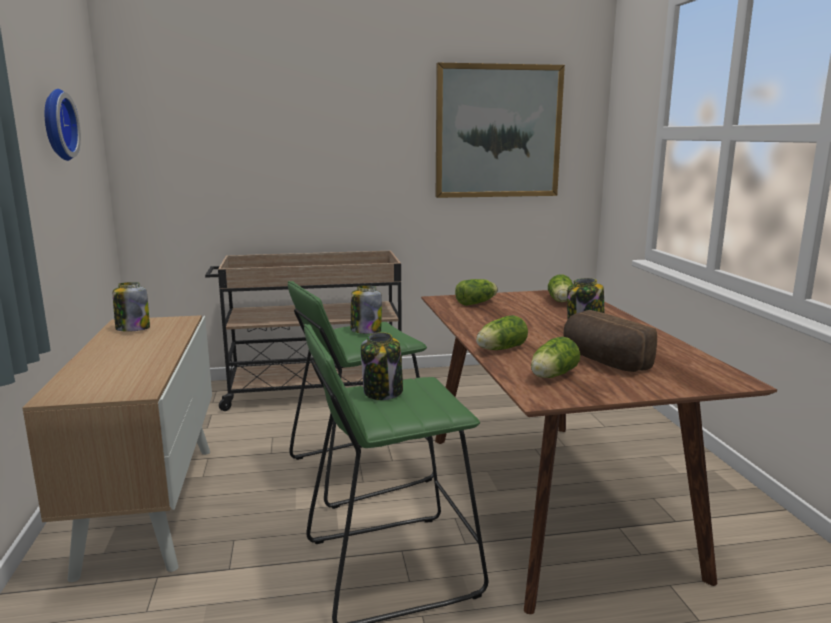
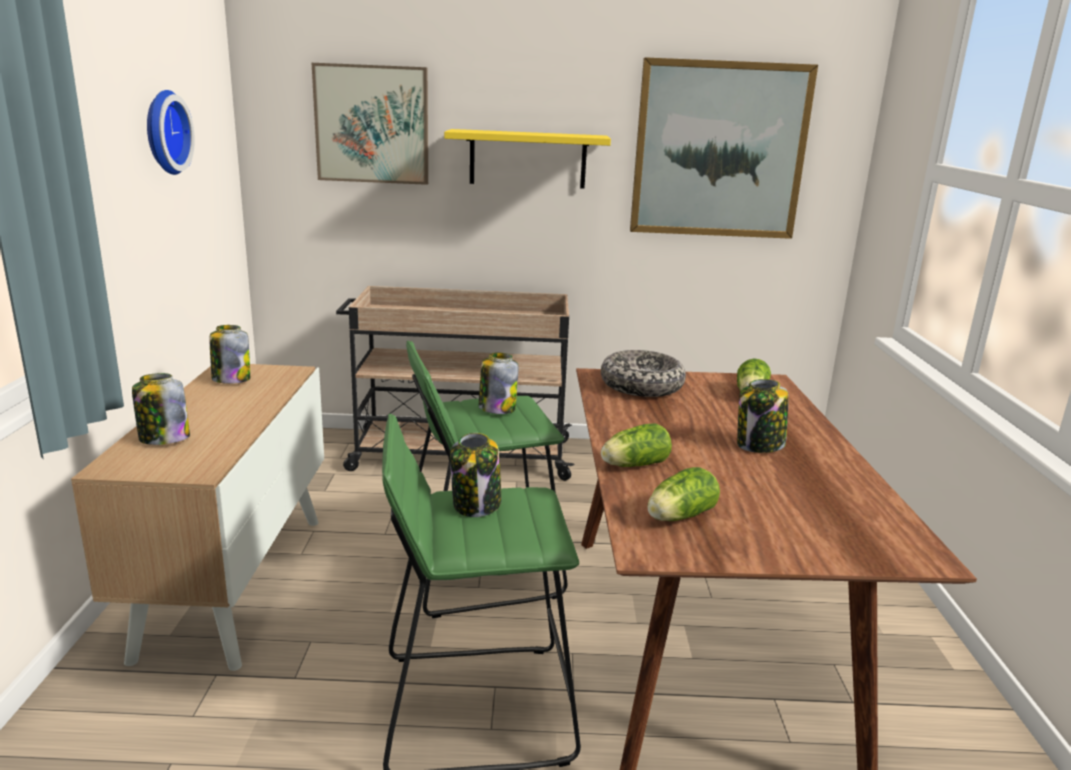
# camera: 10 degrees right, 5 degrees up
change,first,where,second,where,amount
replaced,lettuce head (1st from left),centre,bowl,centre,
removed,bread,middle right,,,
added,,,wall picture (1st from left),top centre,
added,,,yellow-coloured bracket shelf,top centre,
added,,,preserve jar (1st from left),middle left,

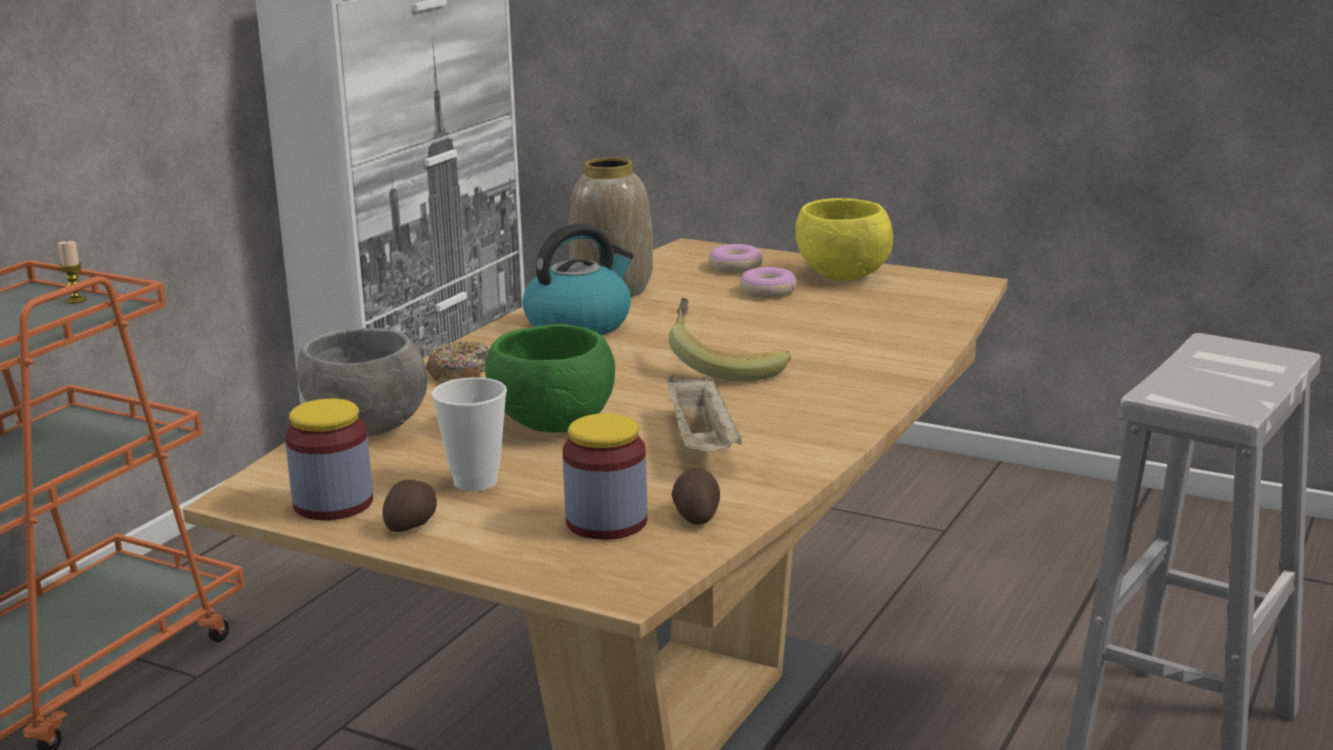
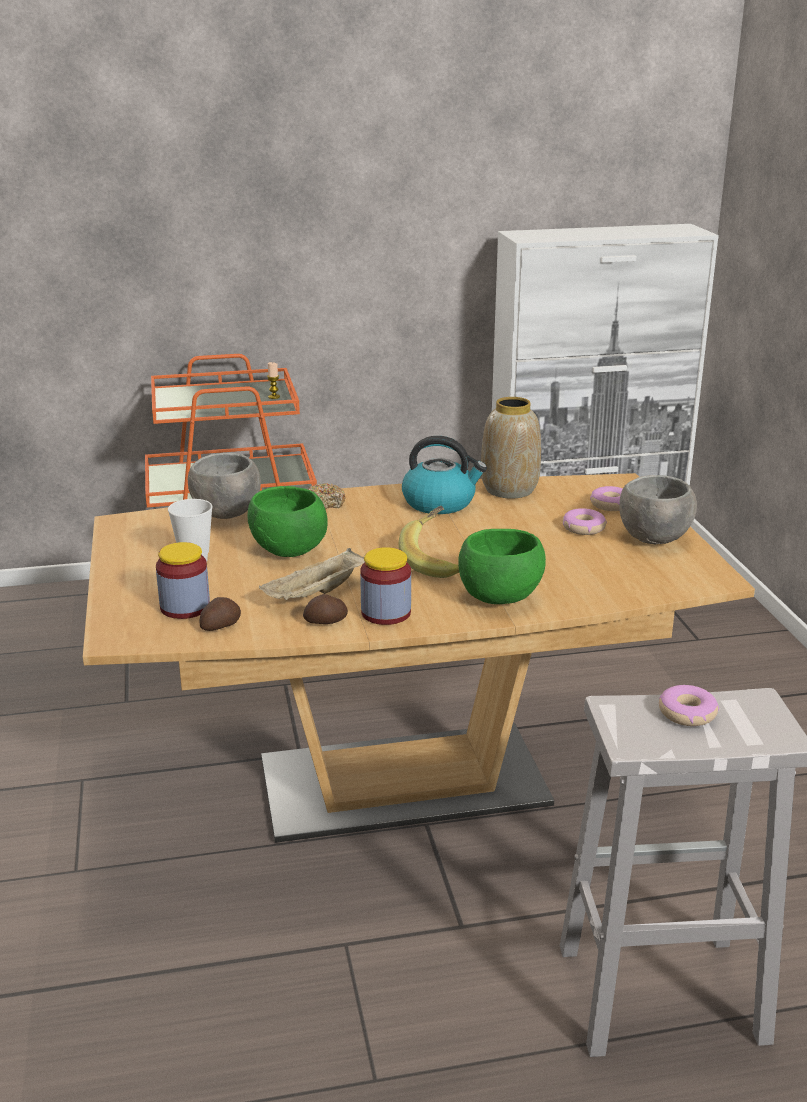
# camera: 50 degrees right, 5 degrees up
change,first,where,second,where,amount
recoloured,yellow-coloured bowl,top centre,greyish bowl (2nd from left),middle right,
moved,preserve jar (1st from left in the first image),middle left,preserve jar (2nd from left),centre,
moved,spud (1st from left in the first image),bottom left,spud (2nd from left),centre,
added,,,green bowl (2nd from left),centre,
added,,,donut (4th from left),middle right,

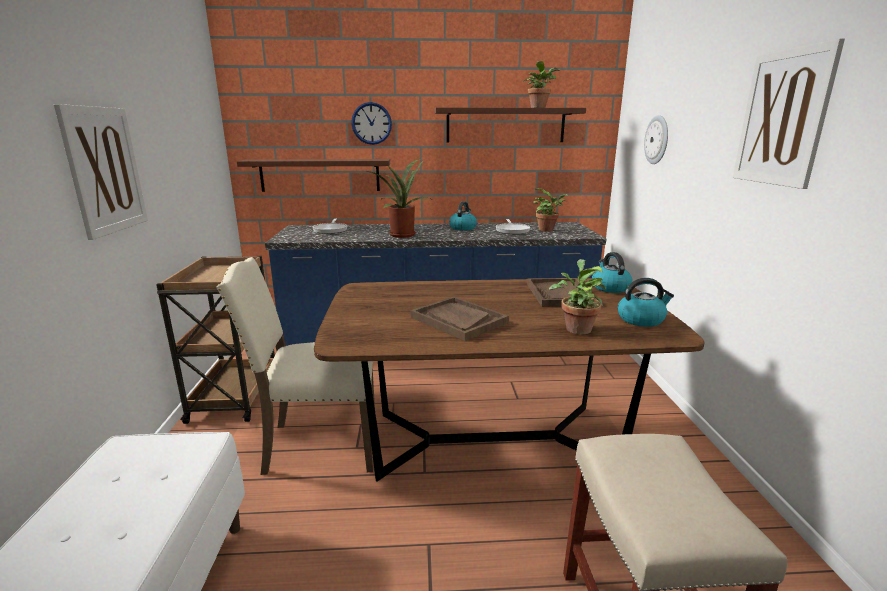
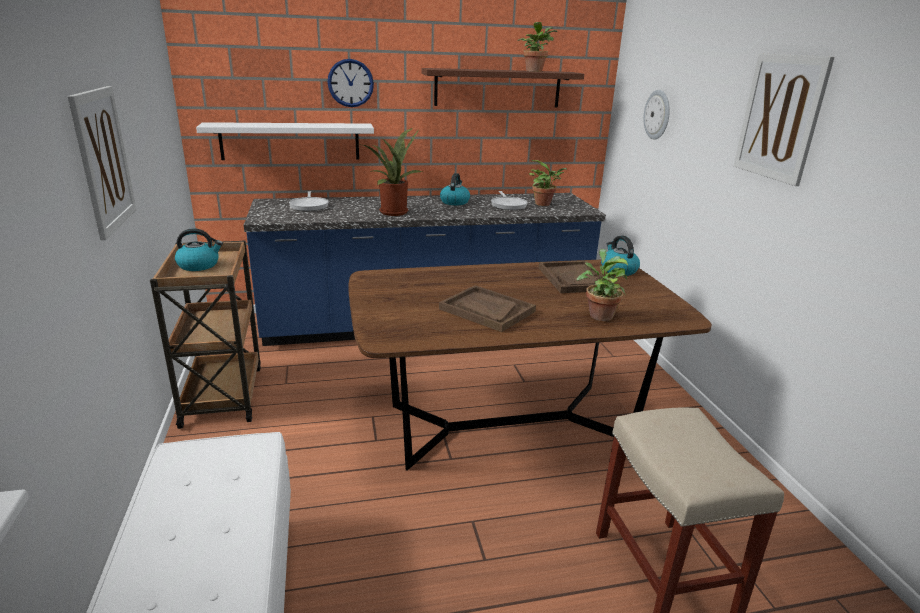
# camera: 10 degrees left, 5 degrees up
change,first,where,second,where,amount
recoloured,brown bracket shelf (1st from left),top centre,white-coloured bracket shelf,top left,
removed,beige-coloured upright chair,middle left,,,
moved,water kettle (3rd from left in the first image),middle right,water kettle (1st from left),middle left,

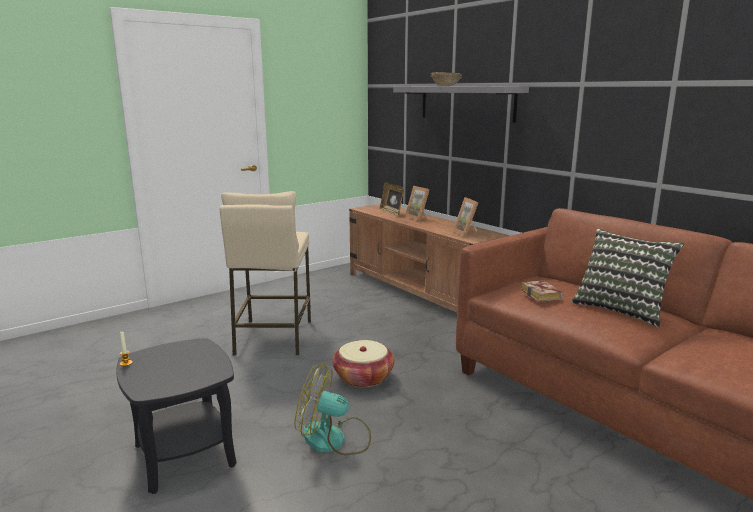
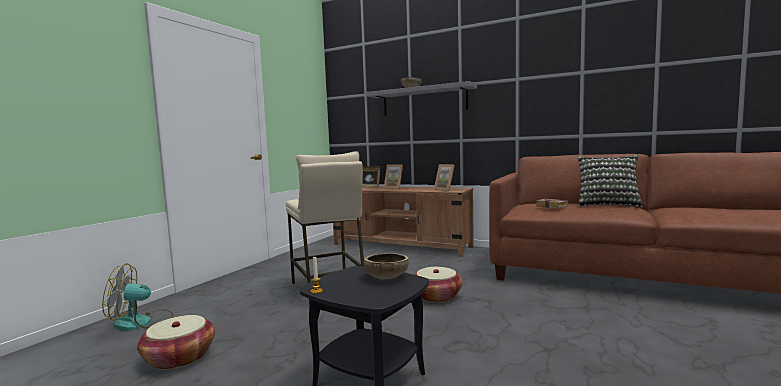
# camera: 25 degrees left, 10 degrees down
change,first,where,second,where,amount
moved,electric fan,bottom centre,,bottom left,
added,,,brown bowl (1st from left),bottom centre,
added,,,basket (1st from left),bottom left,

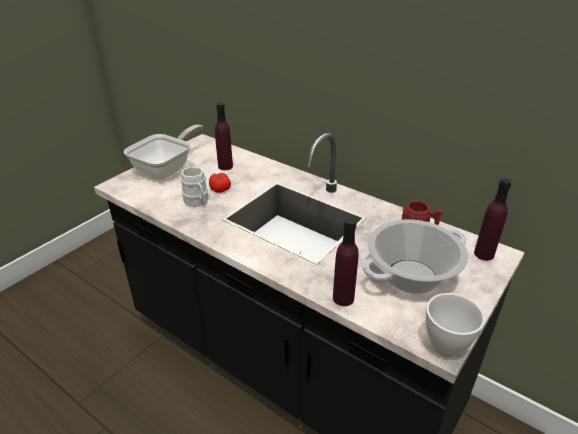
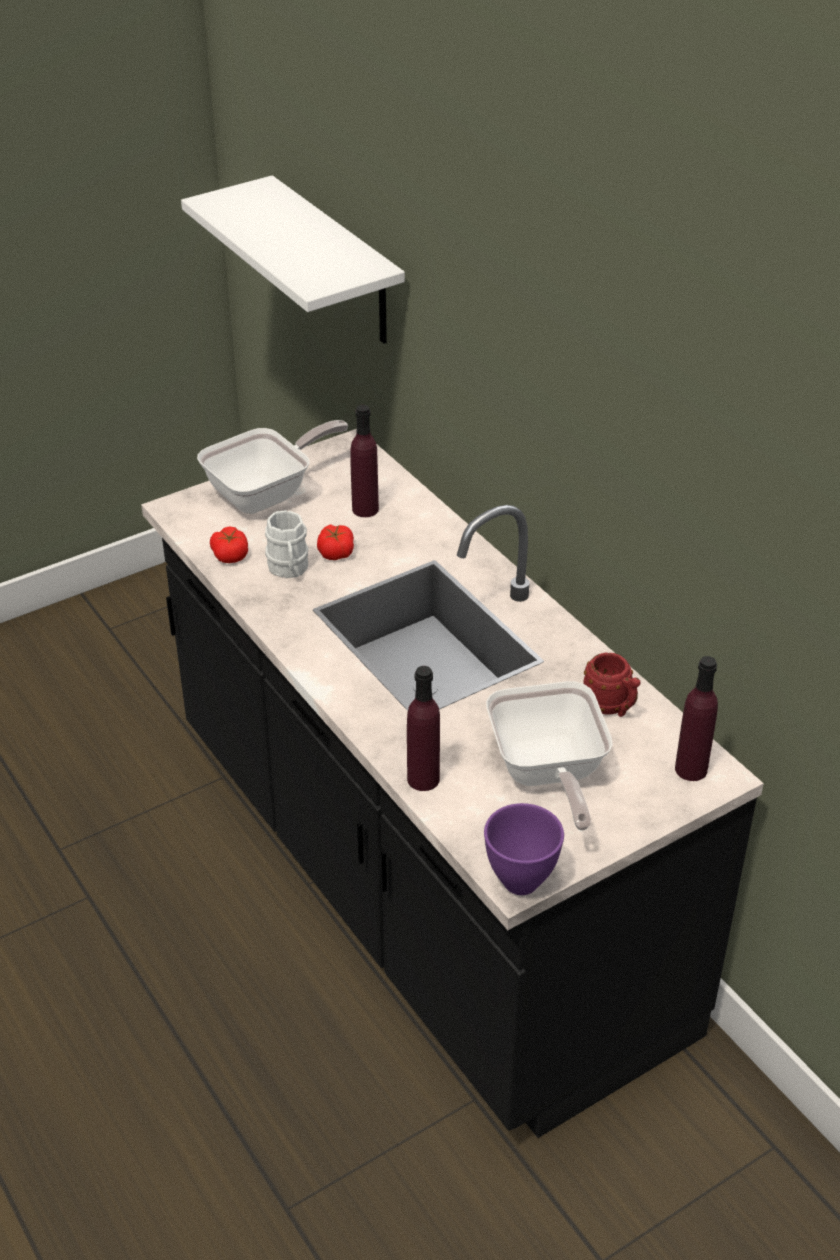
# camera: 20 degrees right, 5 degrees up
change,first,where,second,where,amount
replaced,cooking pot,middle right,skillet (2nd from left),centre,
recoloured,white-coloured bowl,bottom right,purplish bowl,bottom centre,
added,,,white-coloured bracket shelf,top centre,
added,,,tomato (1st from left),middle left,

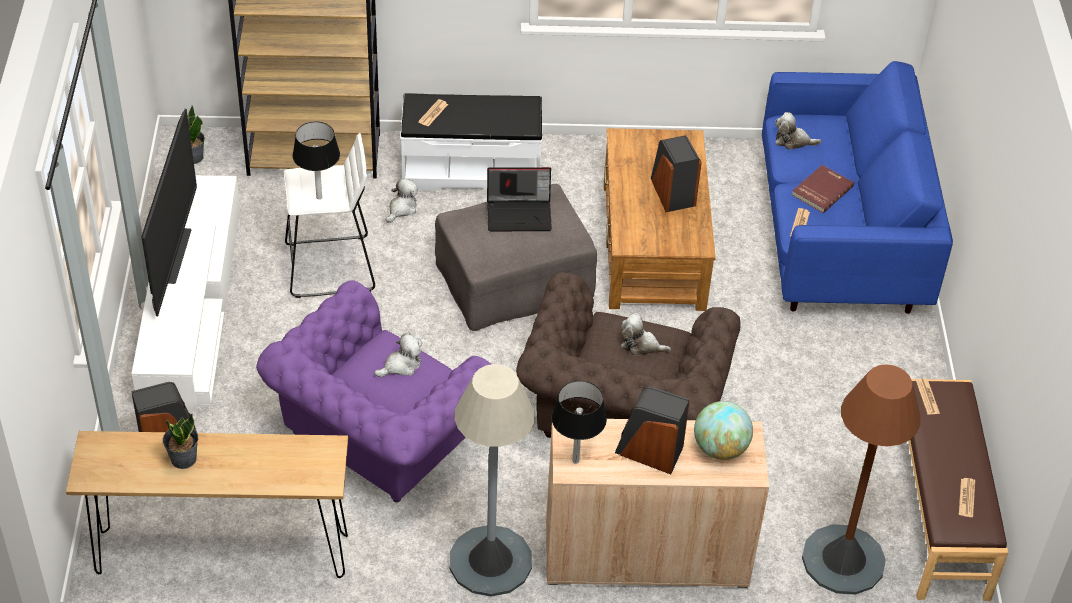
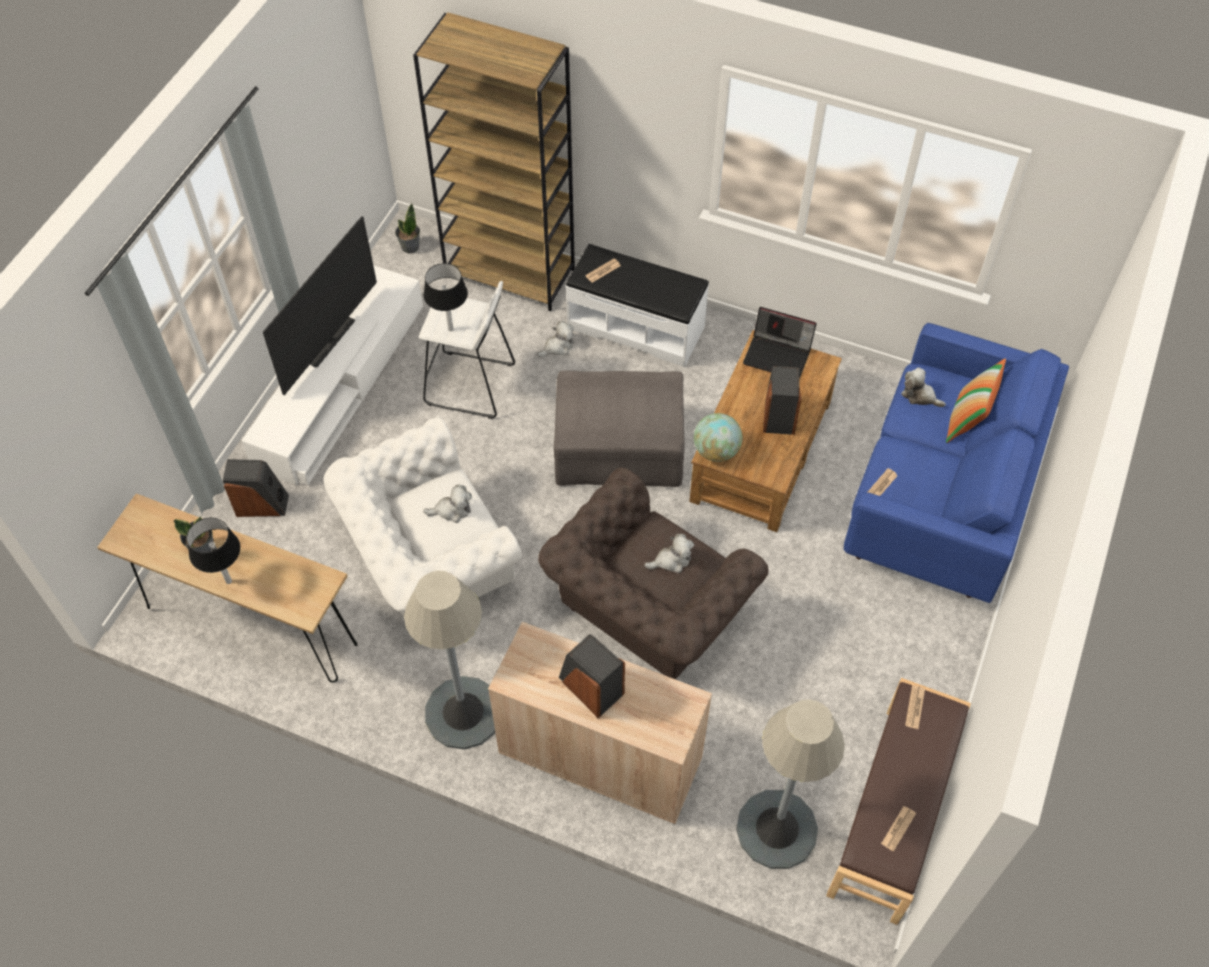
# camera: 25 degrees right, 10 degrees up
change,first,where,second,where,amount
removed,red-coloured bound book,top right,,,
moved,portable computer,top centre,,centre,
recoloured,purplish lounge chair,centre,white-coloured lounge chair,centre,
turned,soft toy (3rd from left),centre,,centre,120 degrees clockwise
recoloured,brown standard lamp,bottom right,greyish standard lamp (2nd from left),bottom centre,
moved,black lamp for a table (2nd from left in the first image),bottom centre,black lamp for a table (1st from left),middle left,
moved,desk globe,bottom right,,centre,
added,,,throw pillow,middle right,

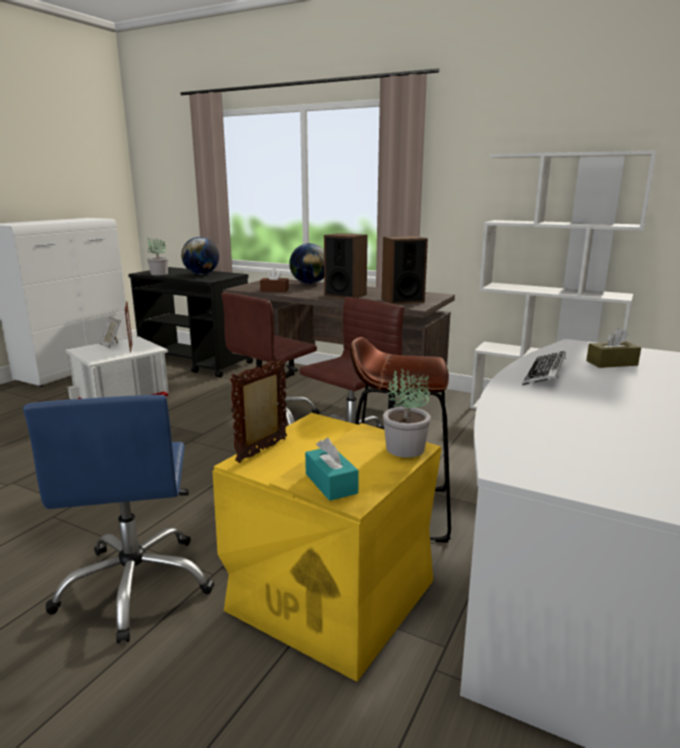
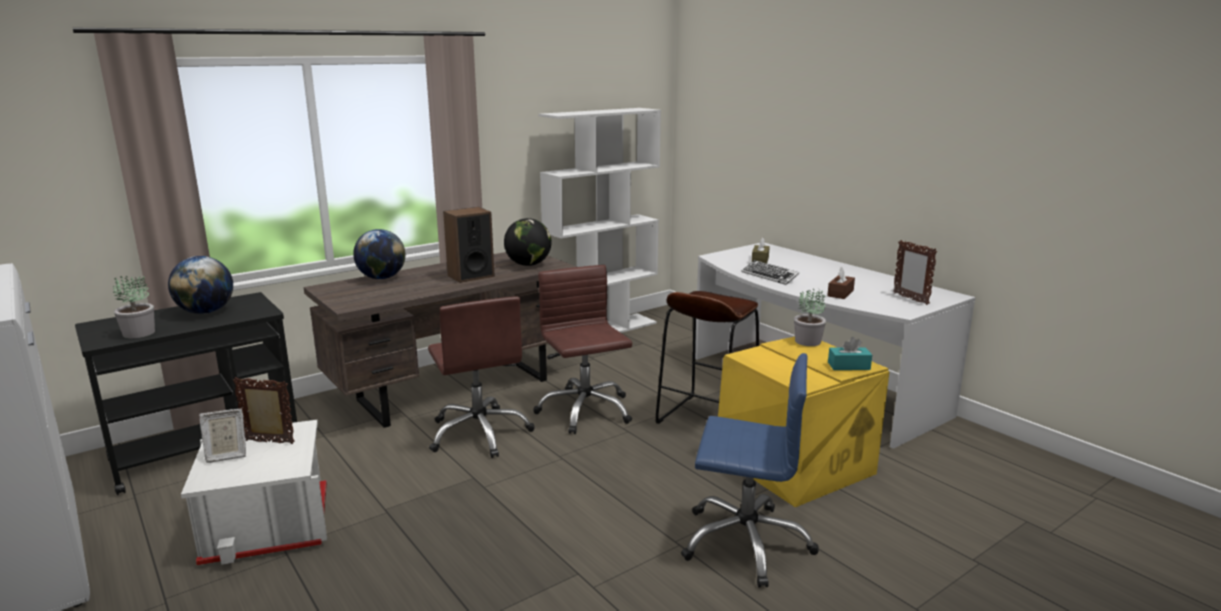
# camera: 65 degrees left, 0 degrees up
change,first,where,second,where,amount
replaced,loudspeaker (2nd from left),centre,desk globe (3rd from left),centre,
moved,brown tissue holder (1st from left in the first image),centre,brown tissue holder (2nd from left),middle right,
moved,standing frame (3rd from left),centre,,middle right,

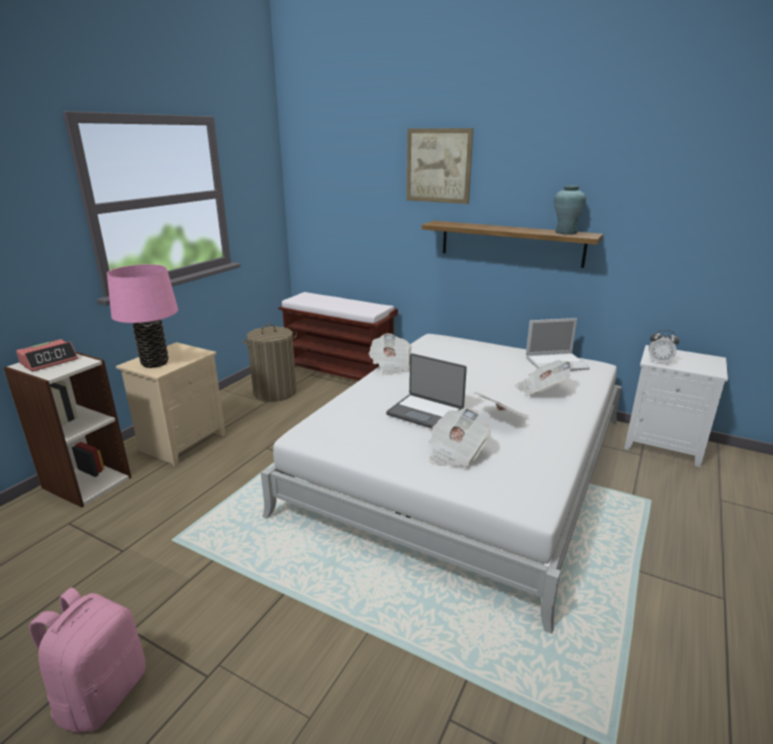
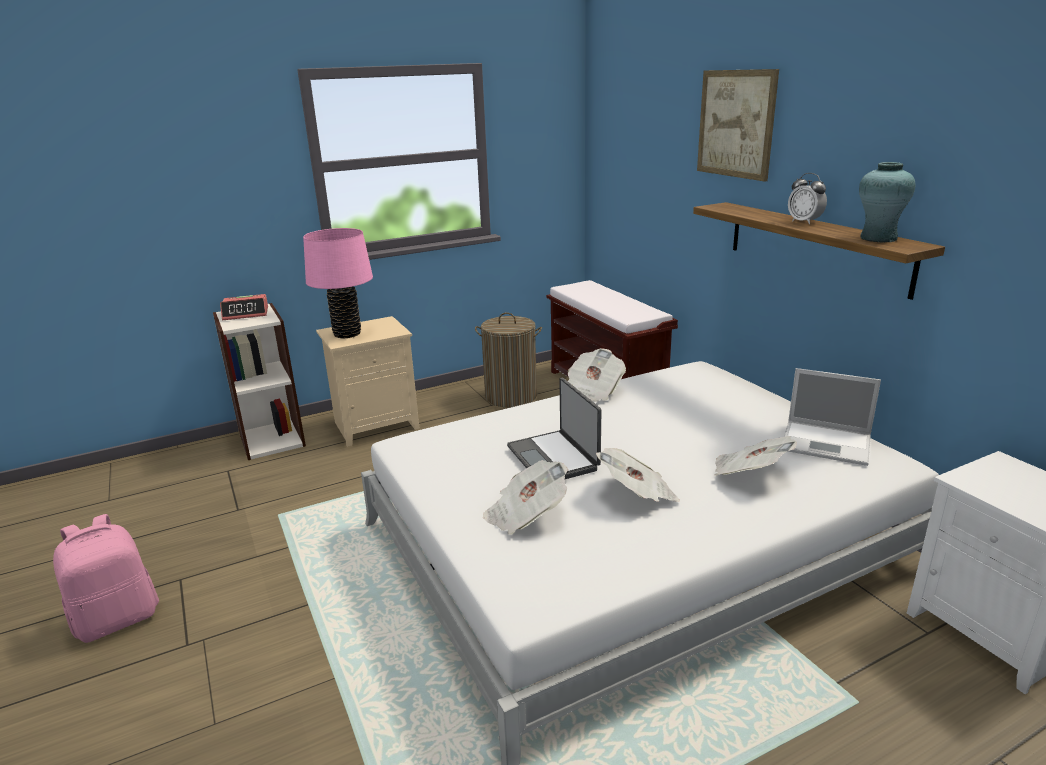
# camera: 35 degrees right, 0 degrees up
change,first,where,second,where,amount
moved,alarm clock (2nd from left),middle right,,top right,

